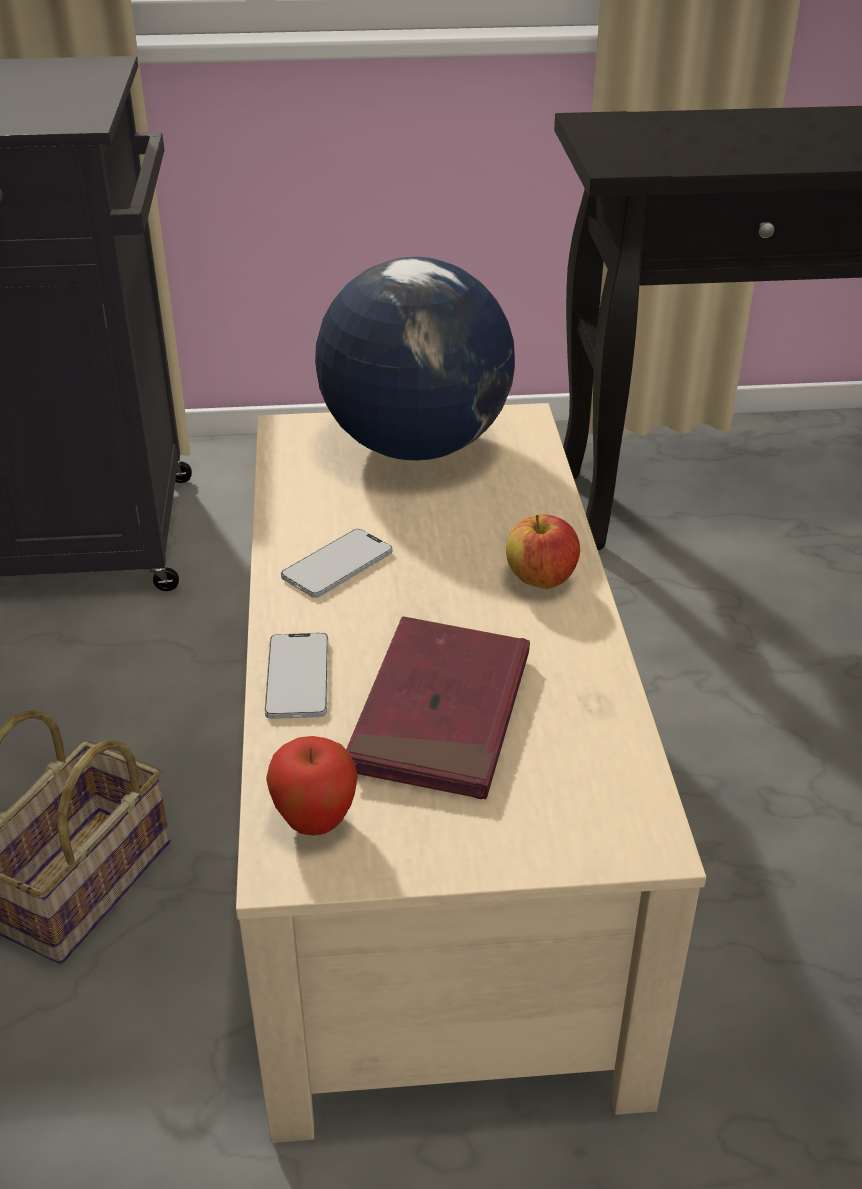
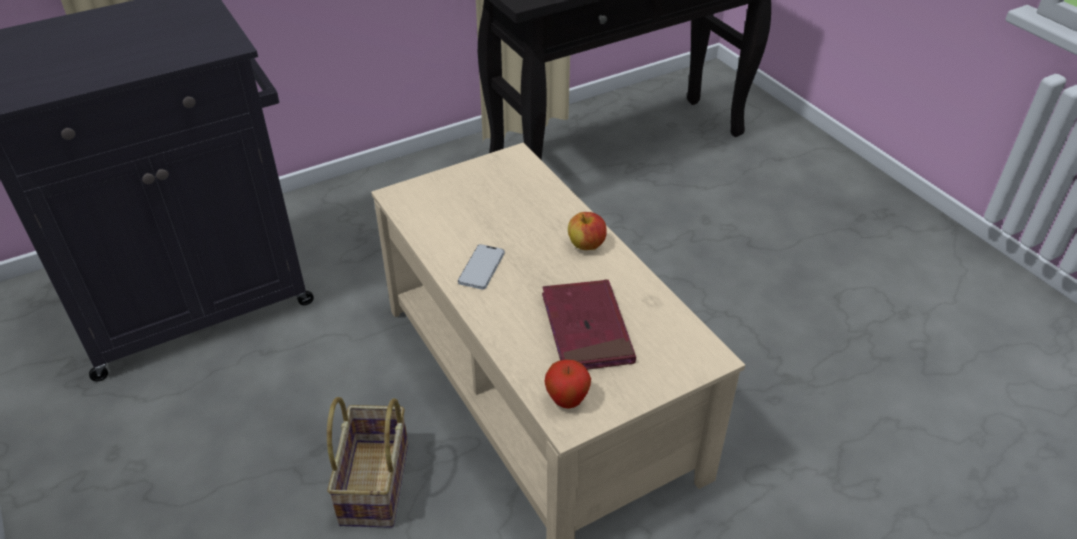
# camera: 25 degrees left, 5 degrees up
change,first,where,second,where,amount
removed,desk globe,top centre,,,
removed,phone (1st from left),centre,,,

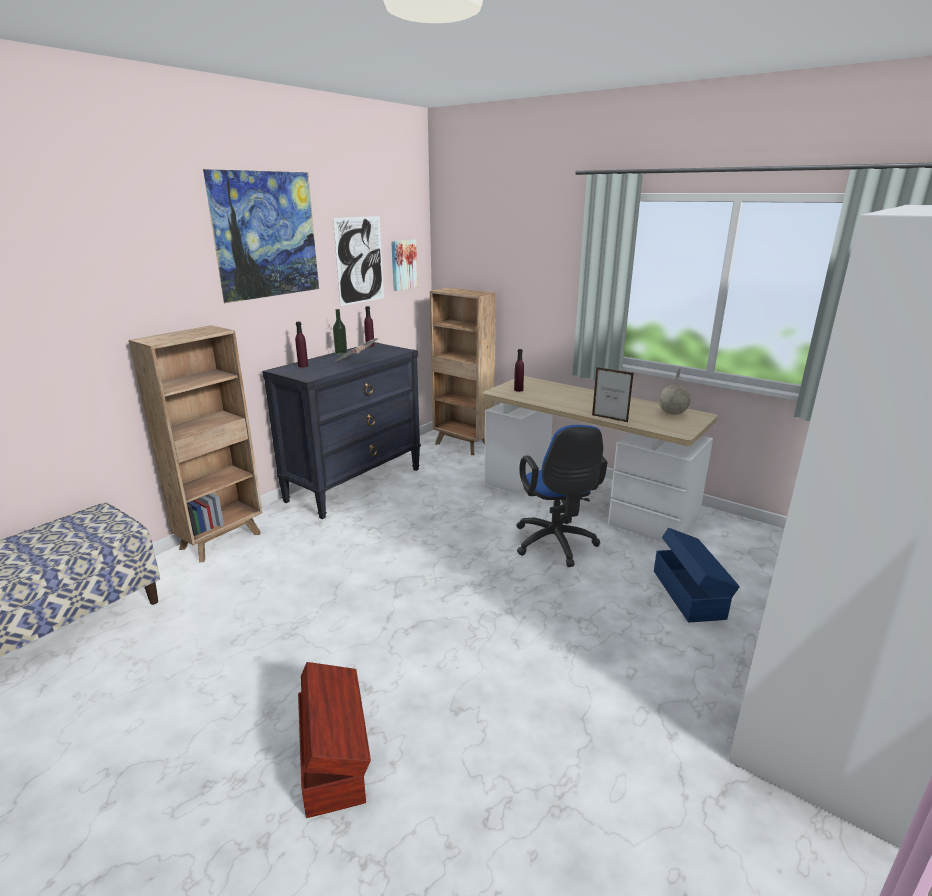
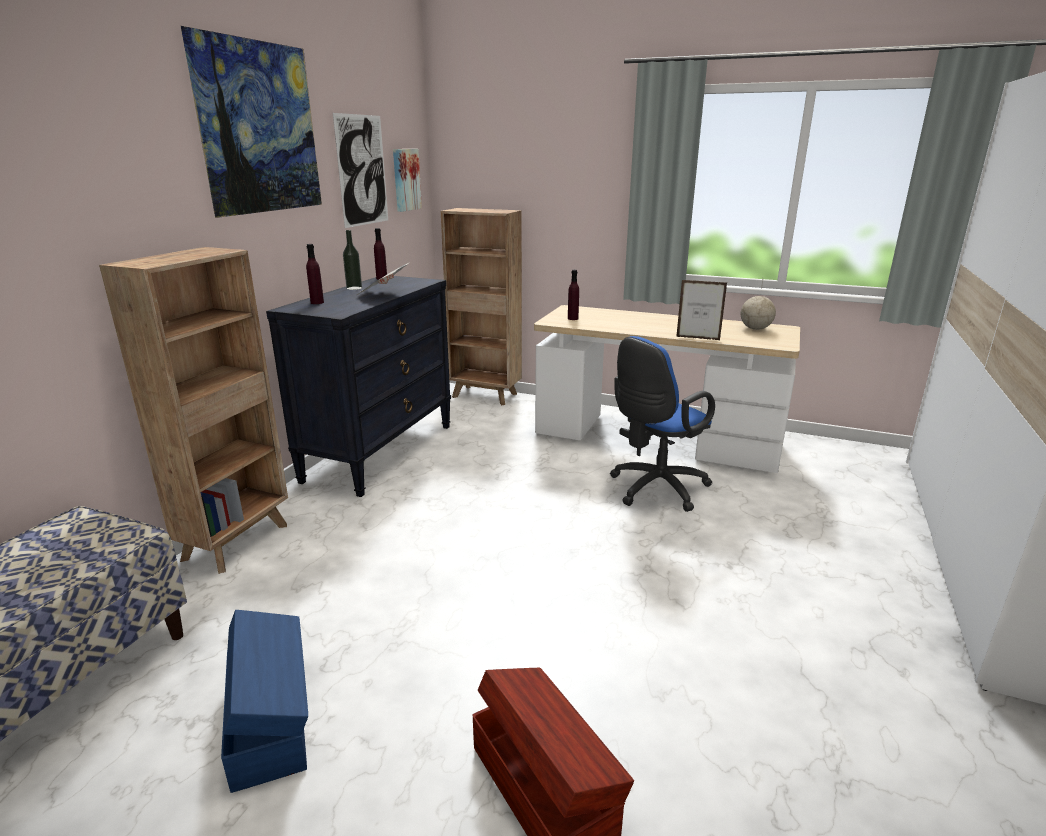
# camera: 15 degrees left, 0 degrees up
change,first,where,second,where,amount
turned,bluish office chair,centre,,centre,75 degrees clockwise
moved,bluish storage container,middle right,,bottom left,

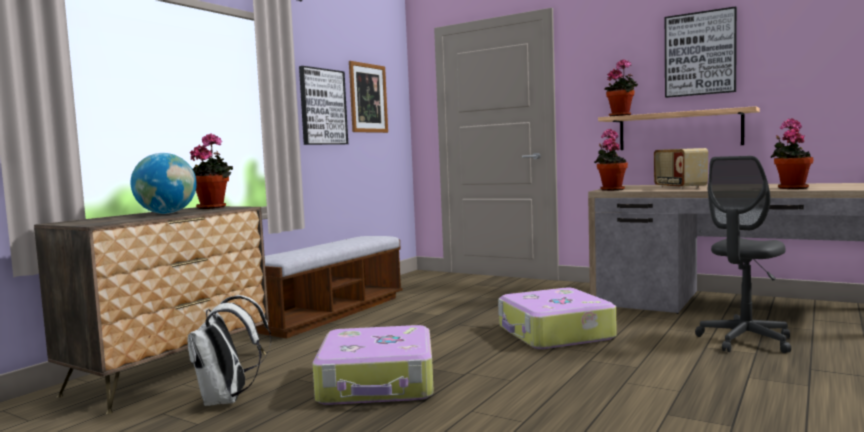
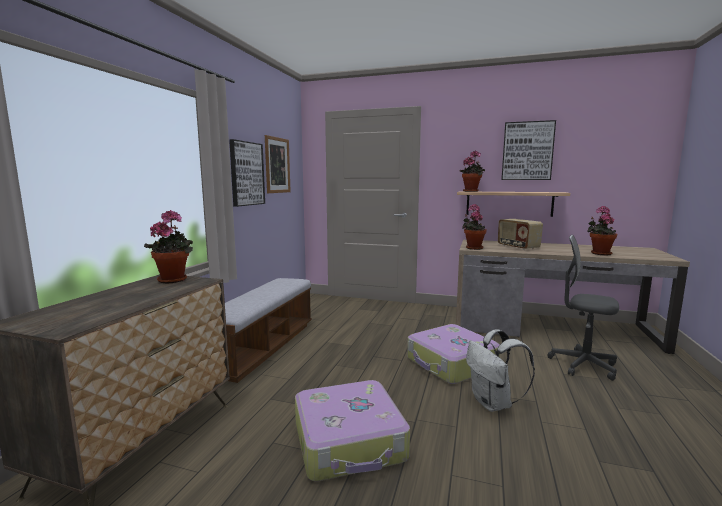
# camera: 15 degrees left, 5 degrees up
change,first,where,second,where,amount
removed,desk globe,middle left,,,
turned,greyish office chair,middle right,,middle right,90 degrees clockwise
moved,white-coloured knapsack,bottom left,,bottom right,

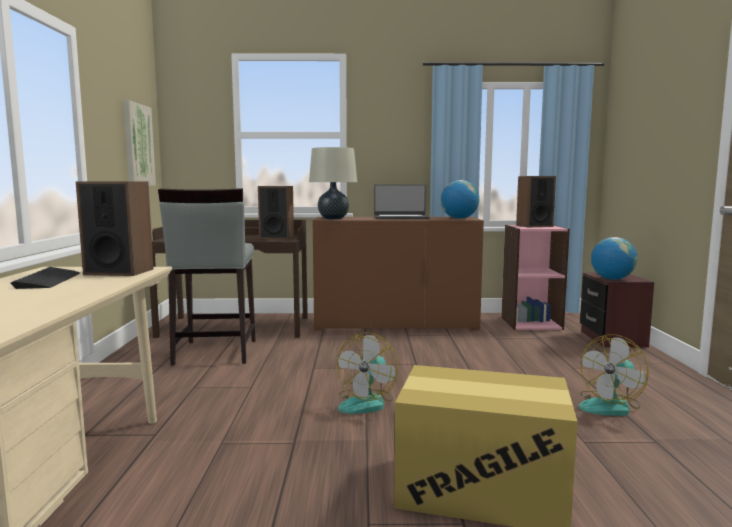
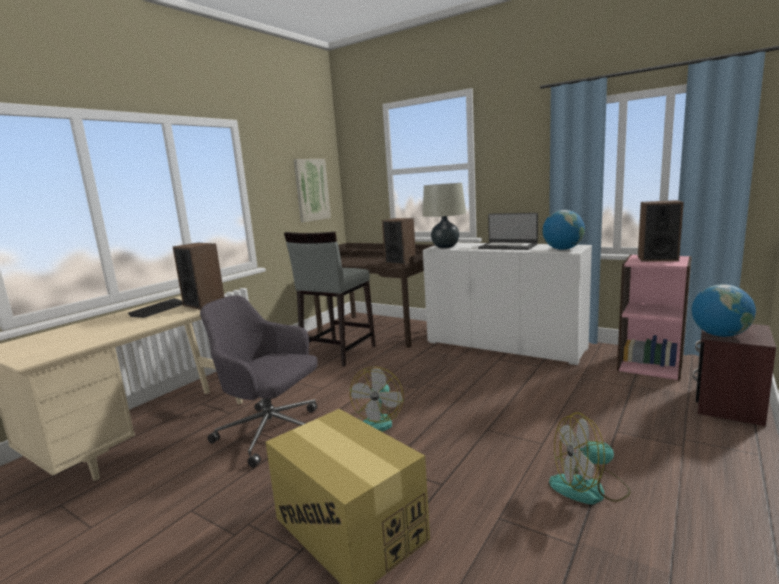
# camera: 35 degrees right, 5 degrees up
change,first,where,second,where,amount
recoloured,brown cupboard,centre,white-coloured cupboard,centre,
turned,electric fan (1st from left),bottom centre,,bottom centre,45 degrees counterclockwise
added,,,greyish office chair,middle left,

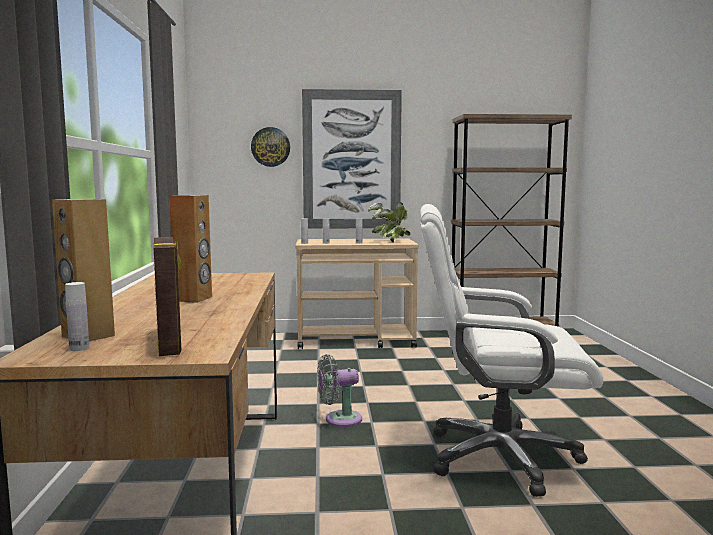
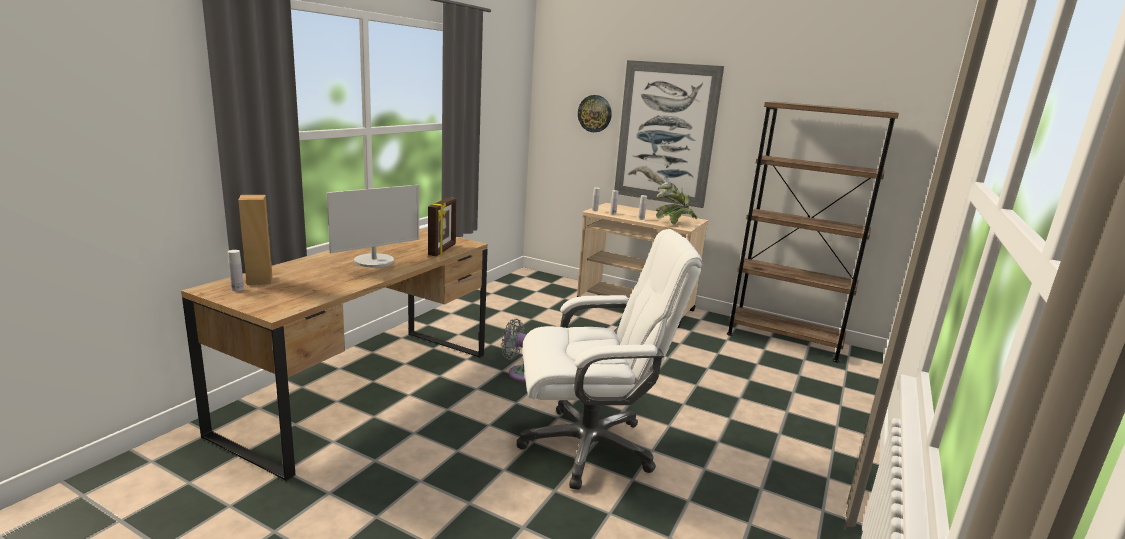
# camera: 30 degrees right, 10 degrees up
change,first,where,second,where,amount
replaced,brown loudspeaker (2nd from left),middle left,monitor,middle left,
turned,white-coloured office chair,middle right,,centre,135 degrees clockwise
moved,standing frame,middle left,,centre,

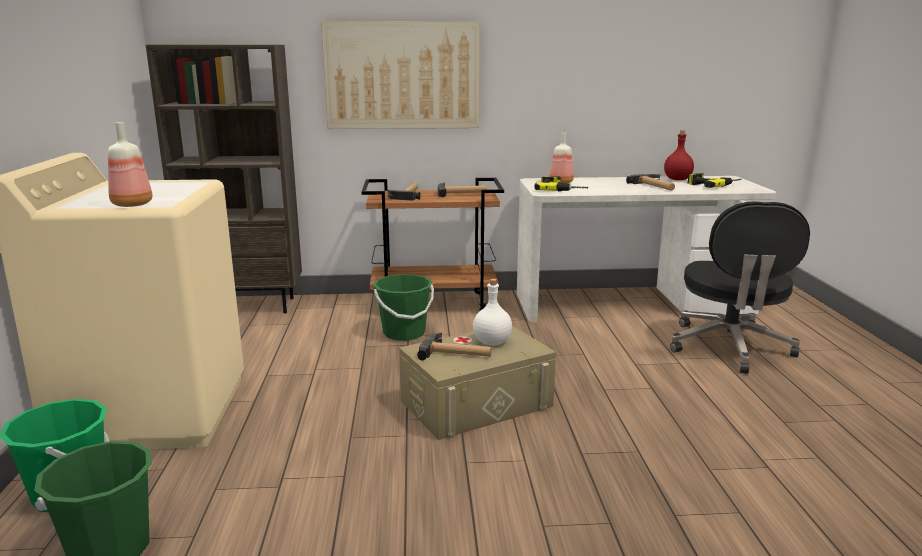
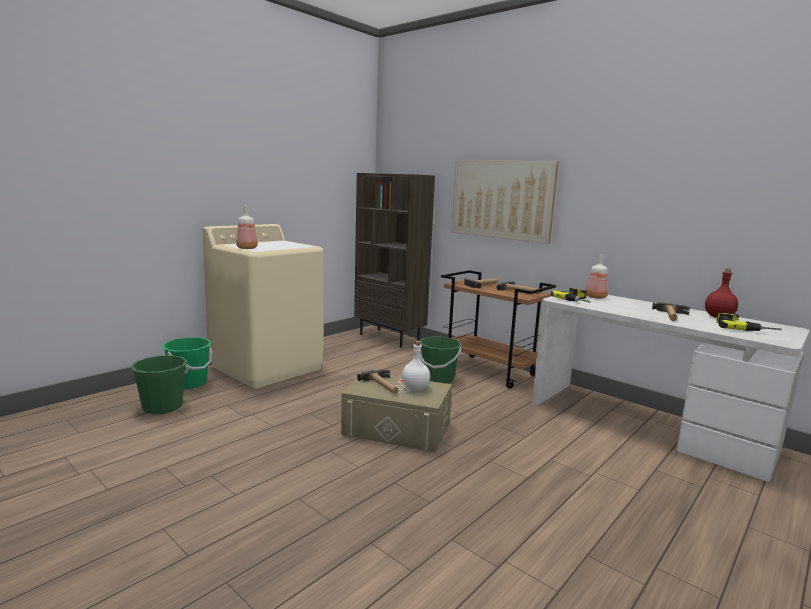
# camera: 45 degrees right, 5 degrees down
change,first,where,second,where,amount
removed,black office chair,middle right,,,

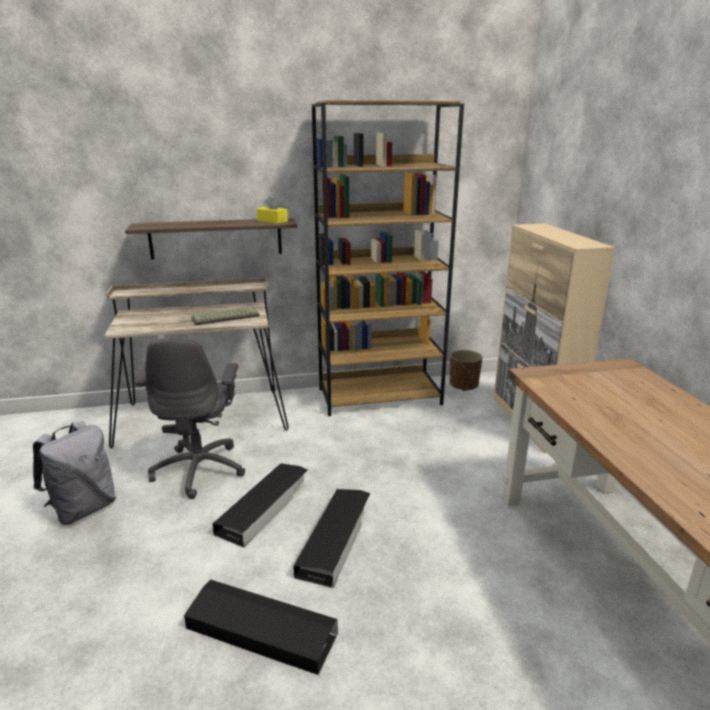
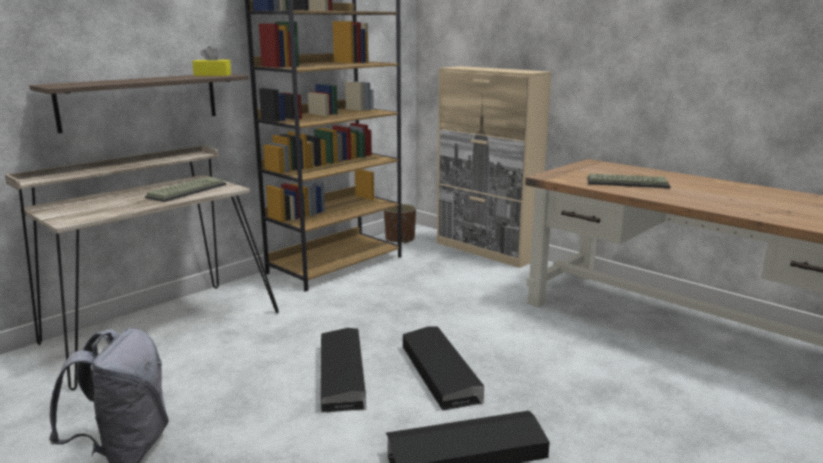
# camera: 35 degrees left, 5 degrees down
change,first,where,second,where,amount
removed,greyish office chair,middle left,,,
added,,,PC keyboard (2nd from left),middle right,

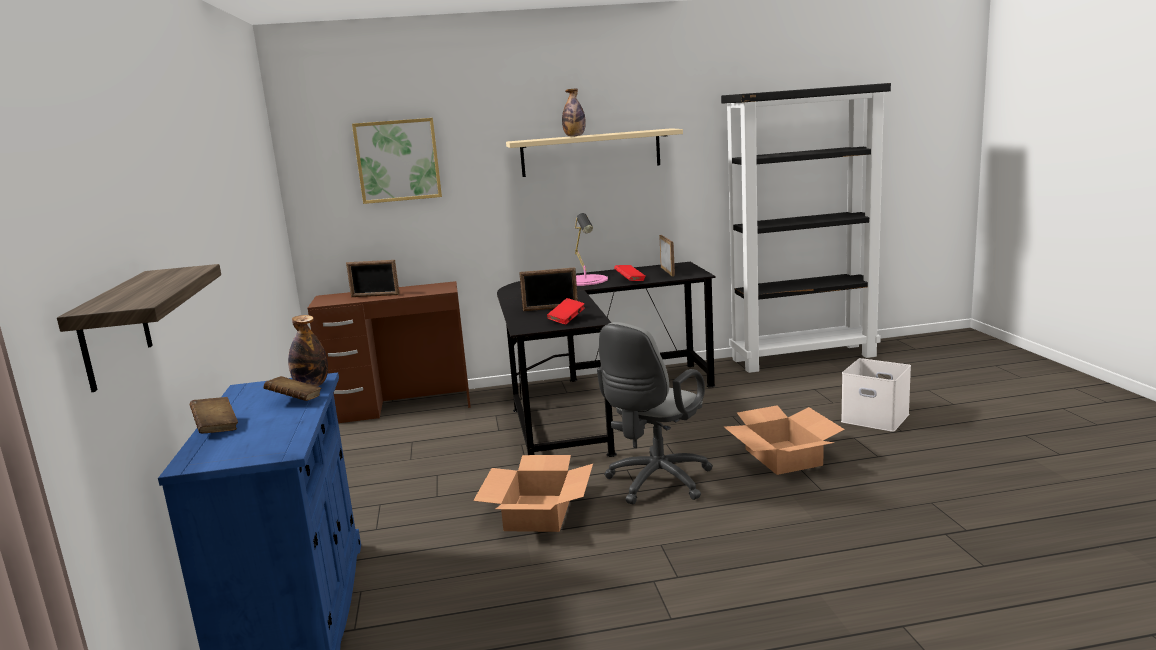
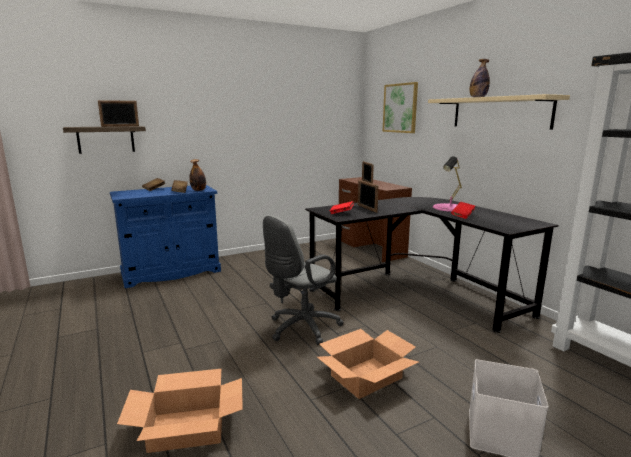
# camera: 70 degrees right, 0 degrees up
change,first,where,second,where,amount
moved,standing frame (3rd from left in the first image),centre,standing frame (1st from left),top left,
turned,greyish office chair,centre,,centre,60 degrees counterclockwise
moved,cardboard box (1st from left),bottom centre,,bottom left,

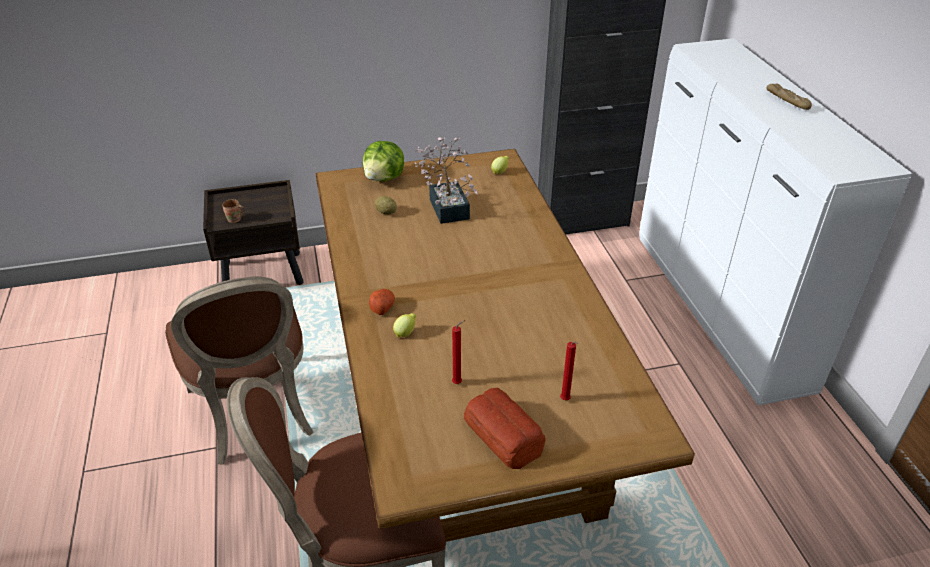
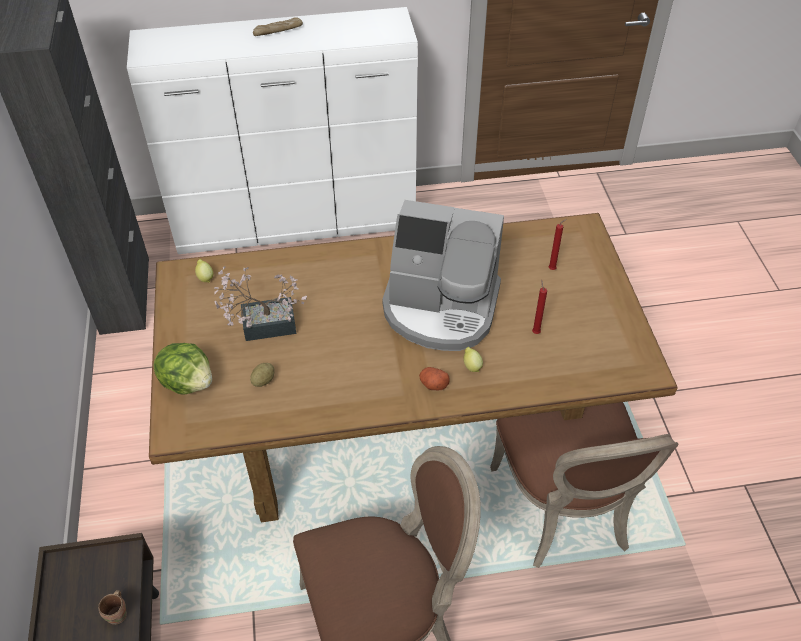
# camera: 85 degrees left, 10 degrees up
change,first,where,second,where,amount
removed,bread (1st from left),bottom centre,,,
added,,,coffee maker,centre,

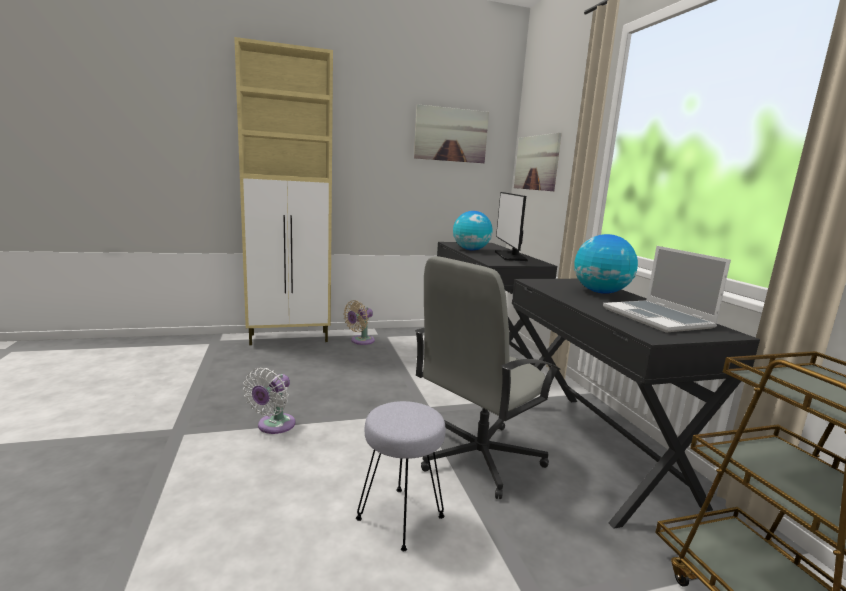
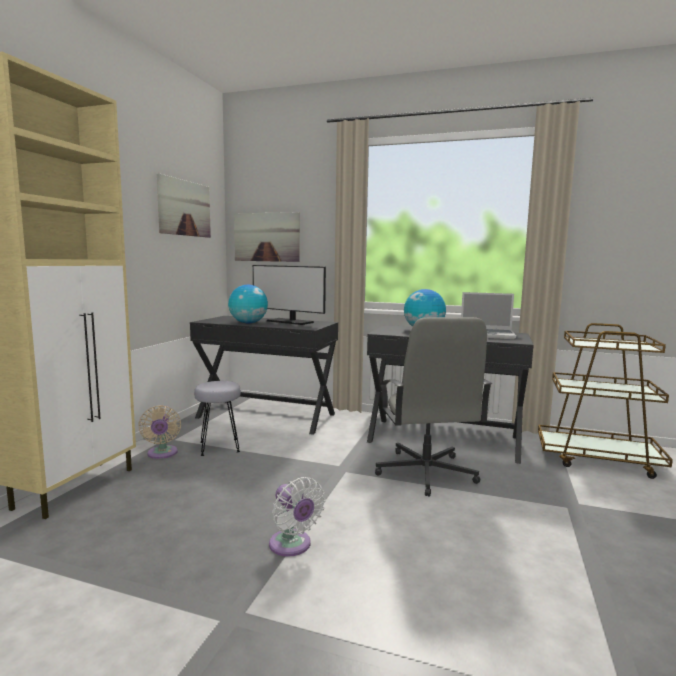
# camera: 55 degrees left, 5 degrees down
change,first,where,second,where,amount
moved,greyish sitting stool,bottom centre,,middle left,

